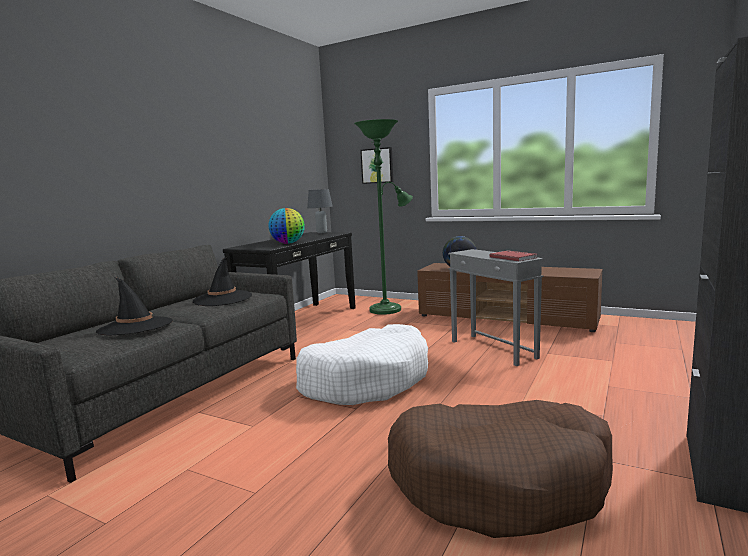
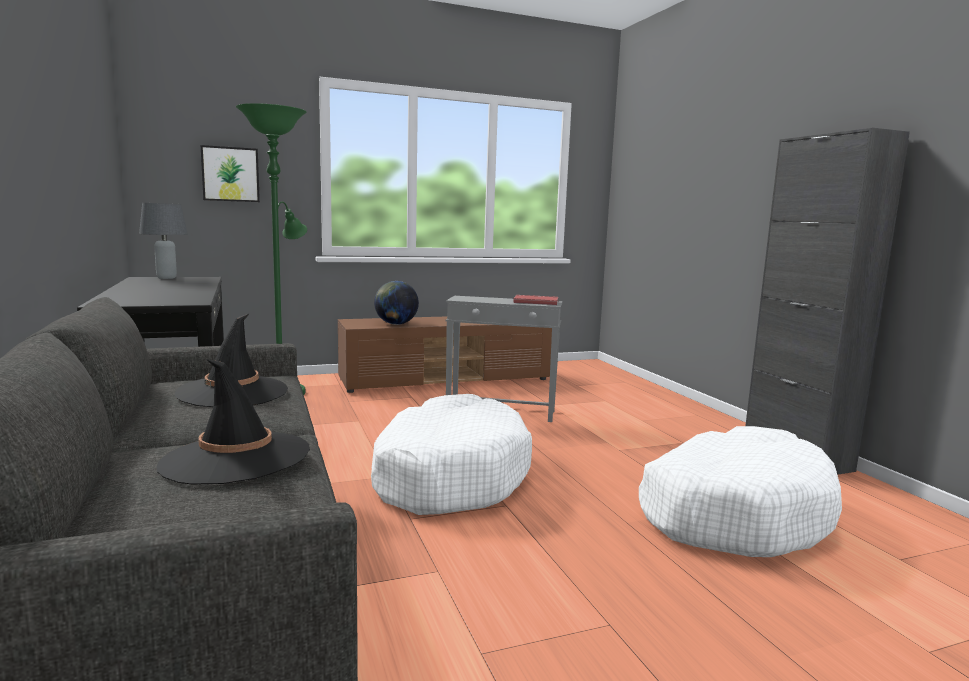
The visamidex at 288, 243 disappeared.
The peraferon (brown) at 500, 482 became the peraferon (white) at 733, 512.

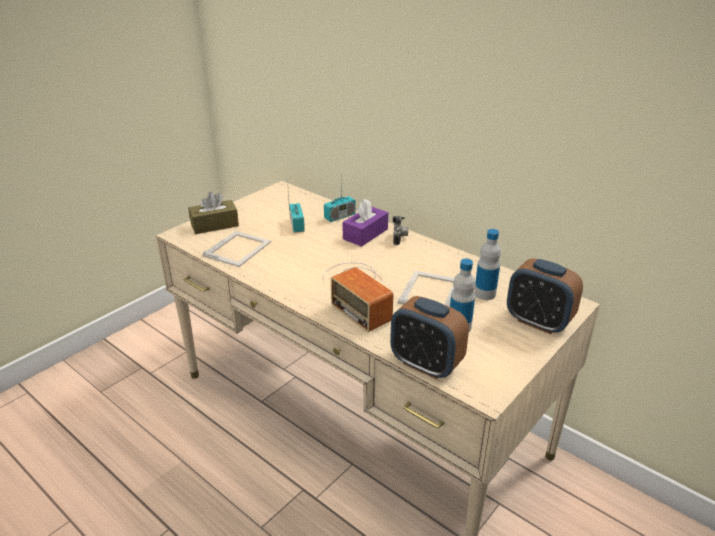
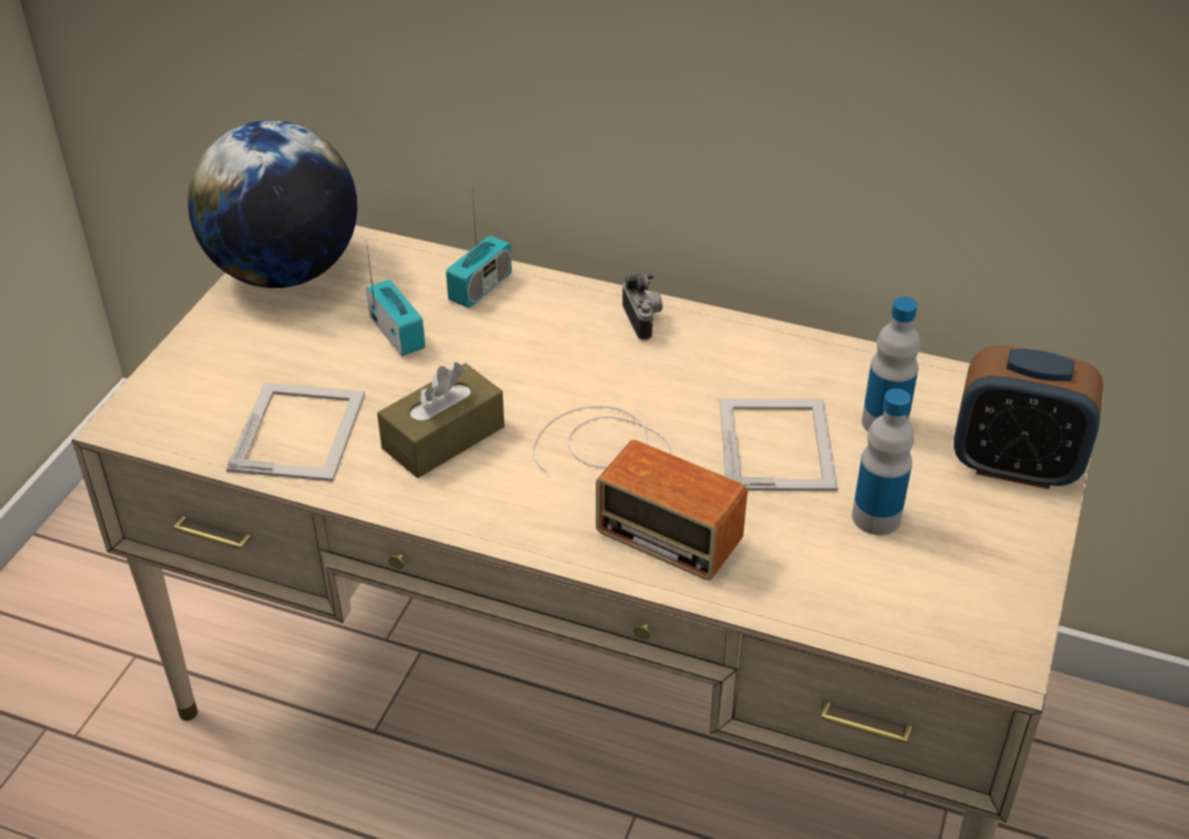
The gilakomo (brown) moved from 214, 225 to 443, 437.
The gilakomo (purple) at 365, 234 disappeared.
The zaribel at 426, 364 disappeared.
The visamidex at 284, 272 appeared.

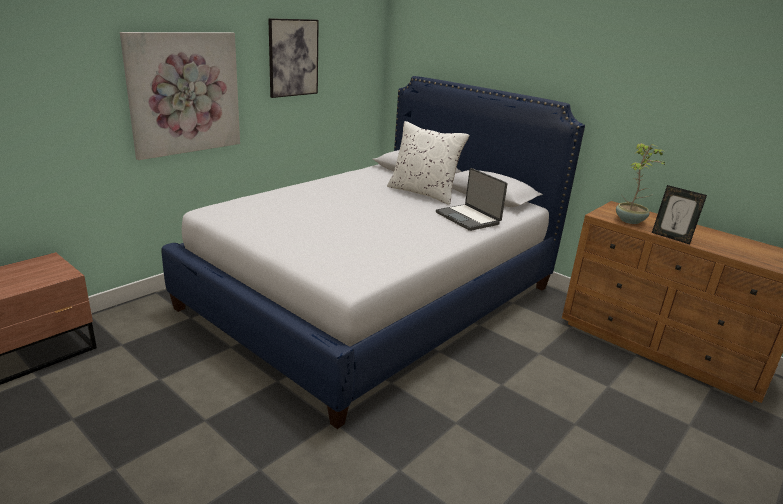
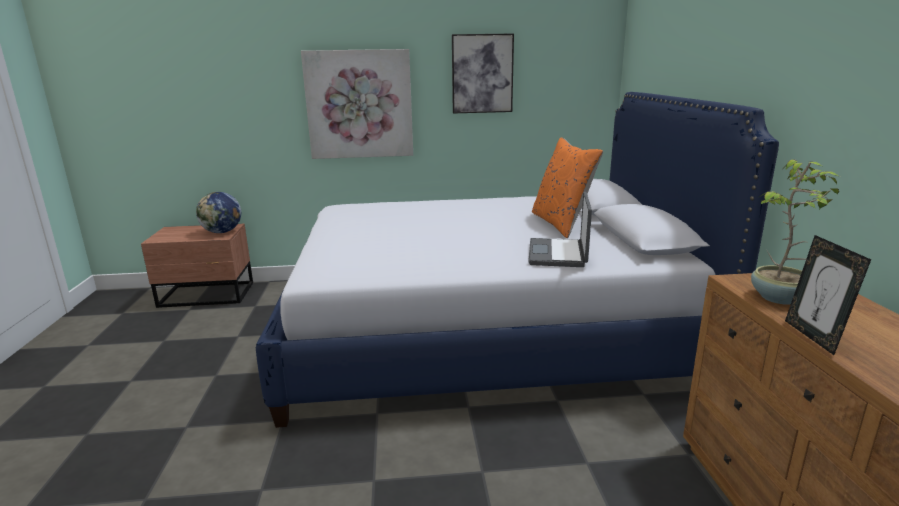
The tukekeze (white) at 423, 193 became the tukekeze (orange) at 561, 223.
The visamidex at 222, 232 appeared.

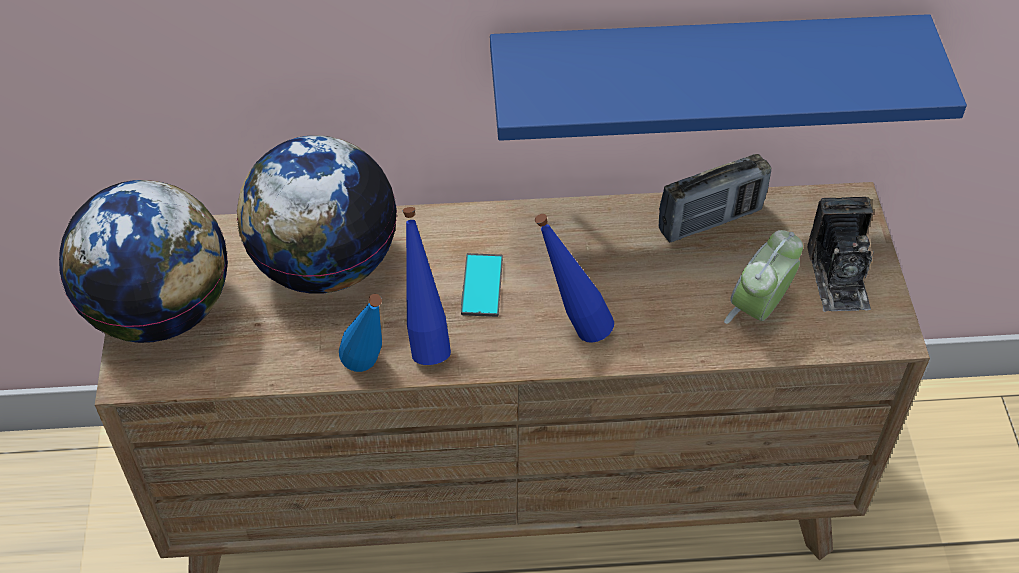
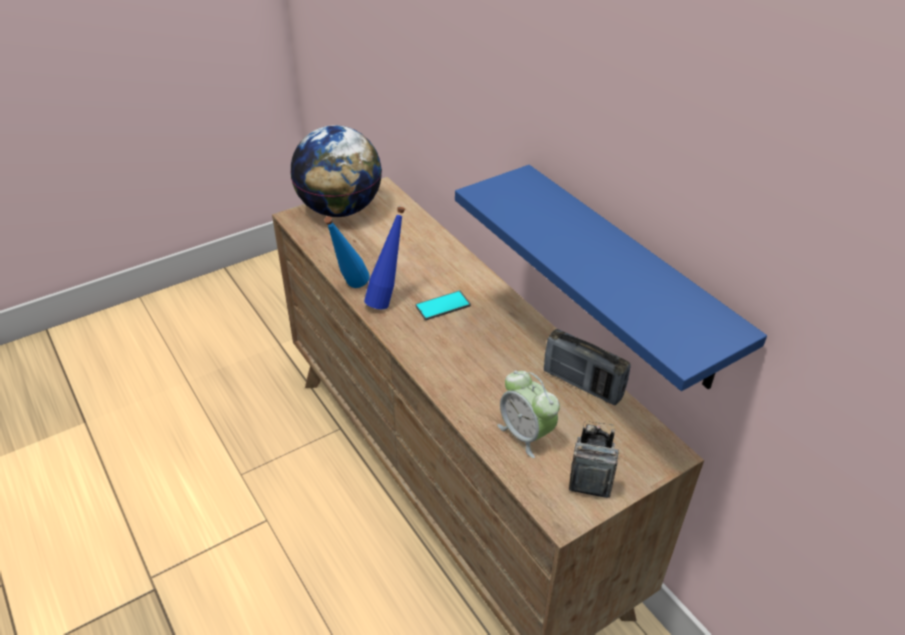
The visamidex at 324, 265 disappeared.
The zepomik at 838, 276 turned 135 degrees clockwise.
The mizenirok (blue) at 572, 327 disappeared.
The zaribel at 758, 309 turned 135 degrees counterclockwise.

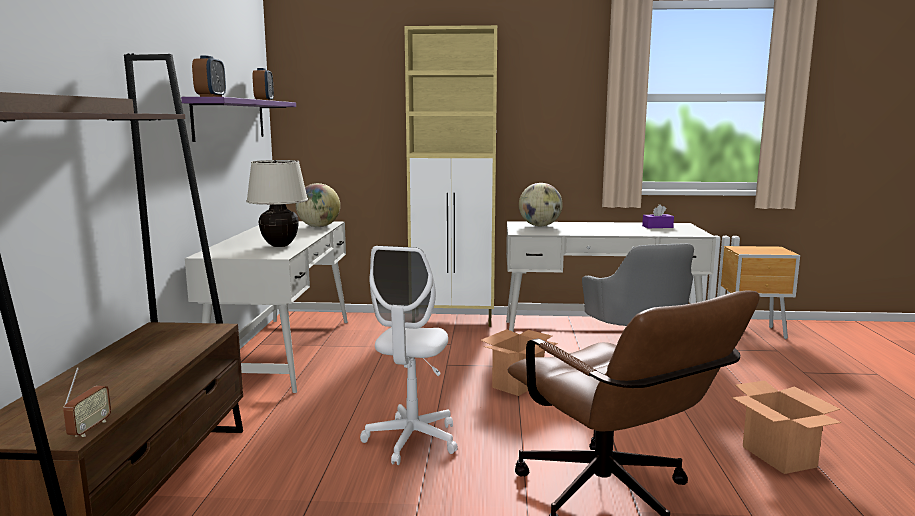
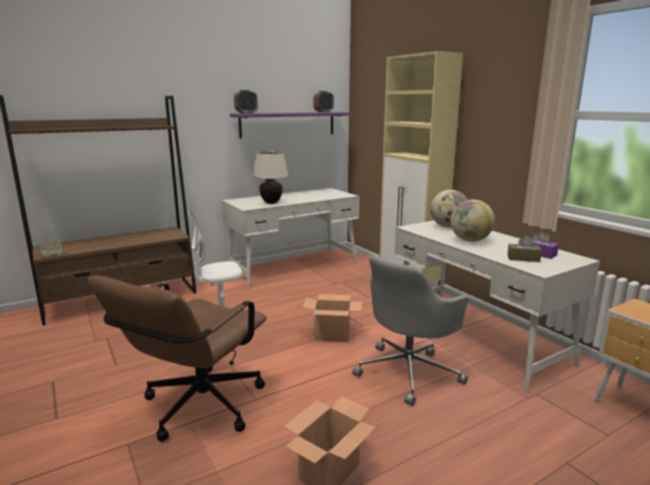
The visamidex moved from 318, 227 to 470, 240.
The gilakomo (brown) at 523, 258 appeared.

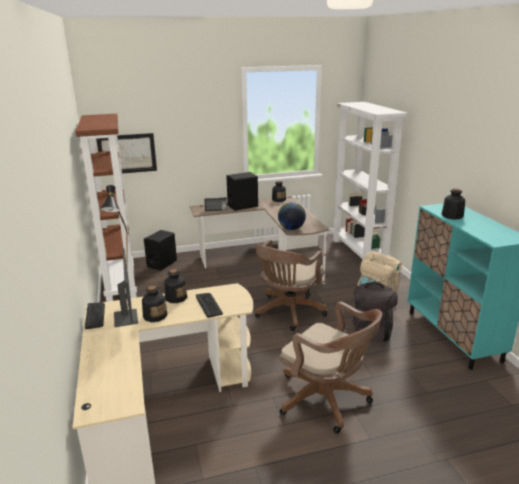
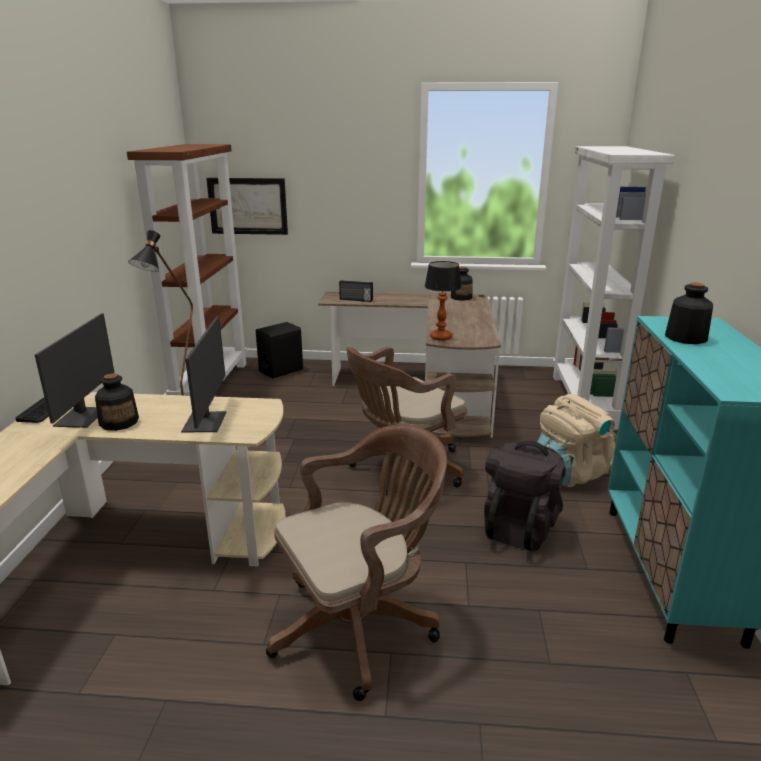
The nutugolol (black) at 243, 206 disappeared.
The visamidex at 291, 228 was replaced by the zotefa at 440, 337.
The mizenirok at 176, 298 disappeared.
The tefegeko at 209, 305 was replaced by the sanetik at 206, 422.
The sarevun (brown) at 327, 401 turned 90 degrees counterclockwise.

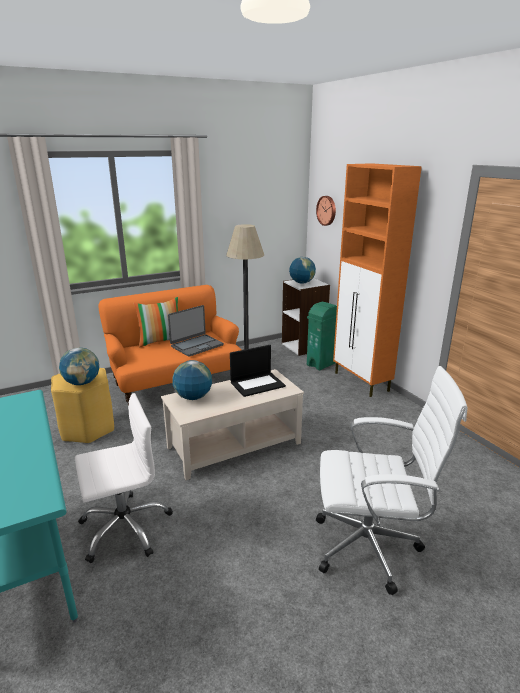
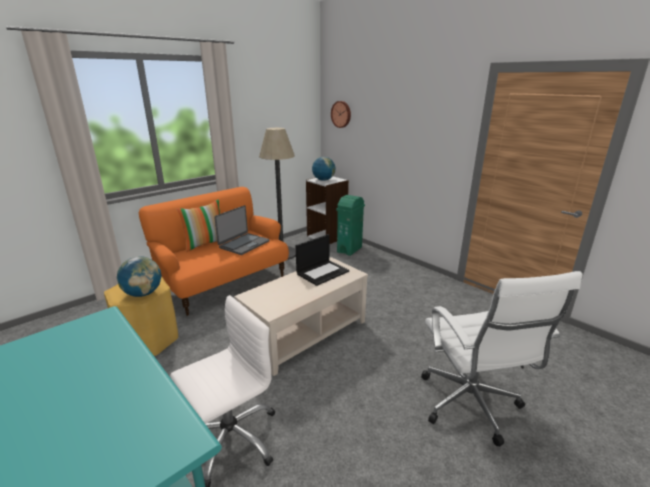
The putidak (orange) at 361, 382 disappeared.
The visamidex at 193, 397 disappeared.
The sarevun (white) at 371, 547 turned 90 degrees clockwise.

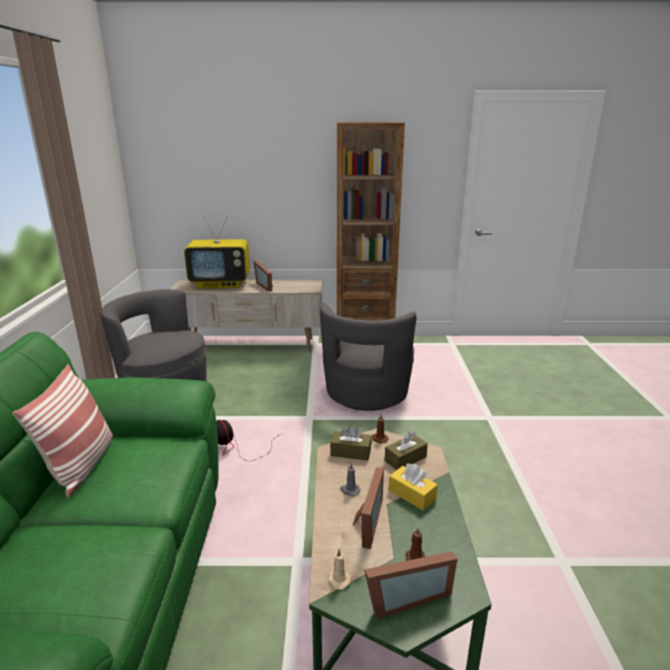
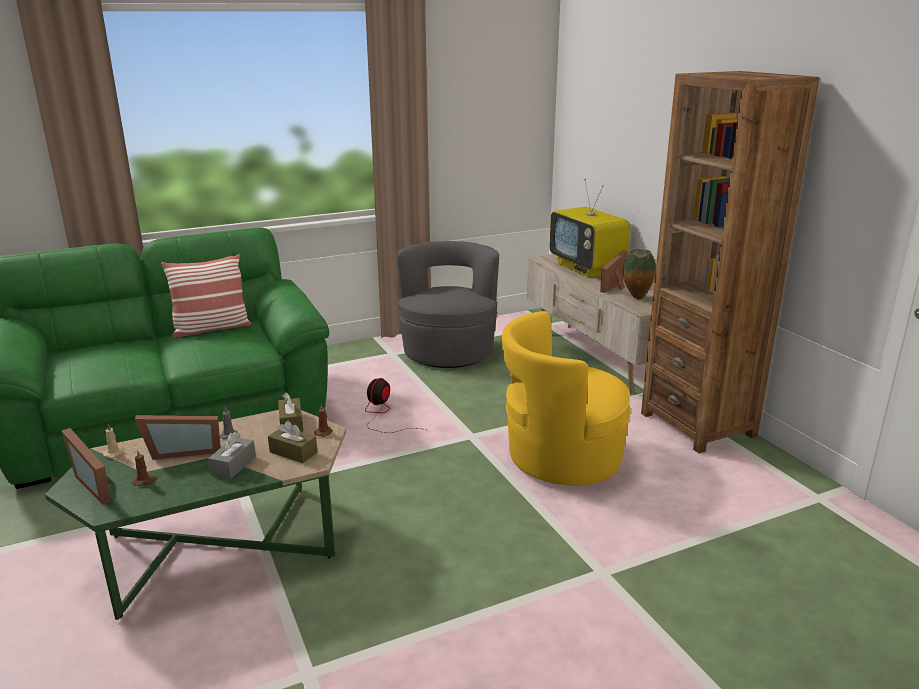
The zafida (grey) at 366, 394 became the zafida (yellow) at 561, 458.
The gilakomo (yellow) at 412, 495 became the gilakomo (grey) at 233, 465.
The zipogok at 637, 298 appeared.

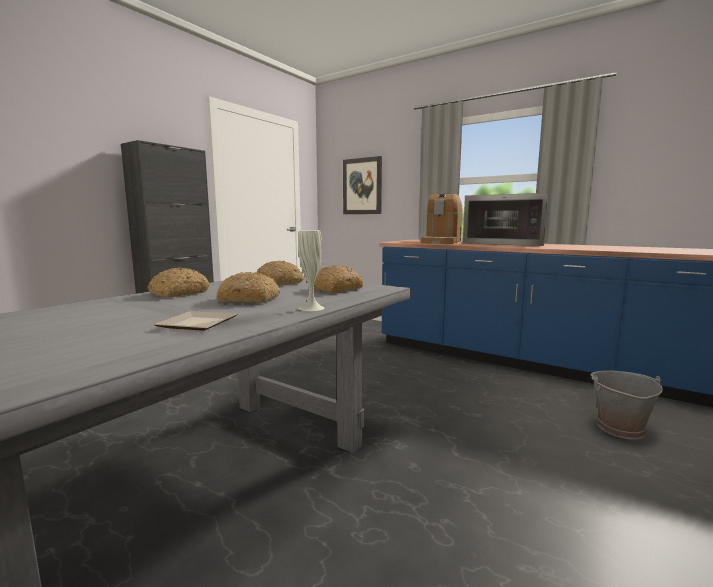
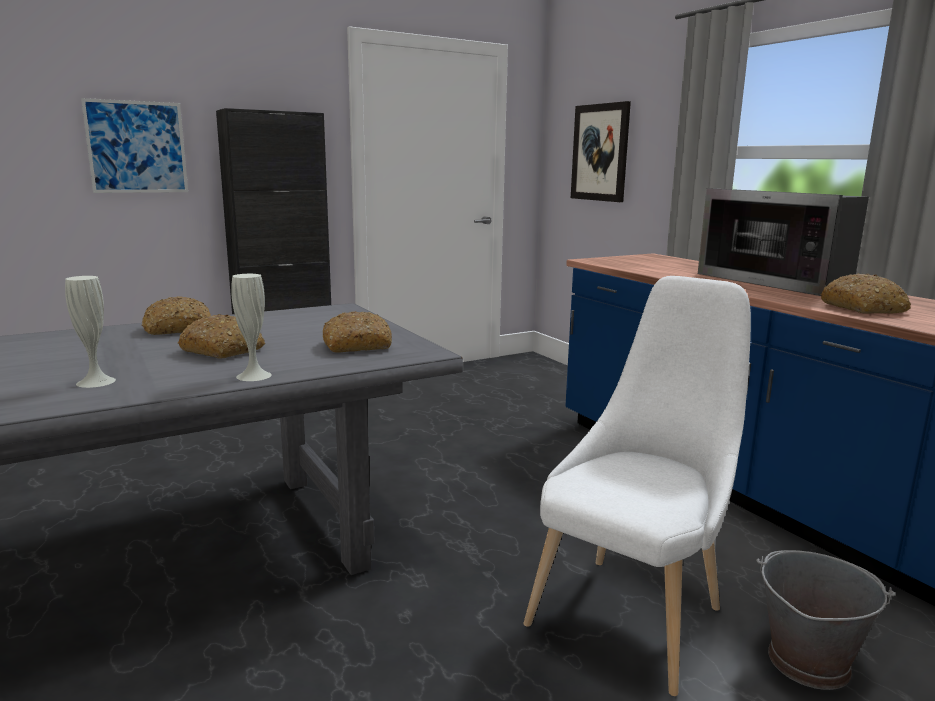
The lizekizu at 441, 242 disappeared.
The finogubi moved from 280, 282 to 864, 308.
The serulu at 195, 324 was replaced by the zipogok (white) at 96, 382.
The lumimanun at 137, 147 appeared.
The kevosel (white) at 633, 611 appeared.

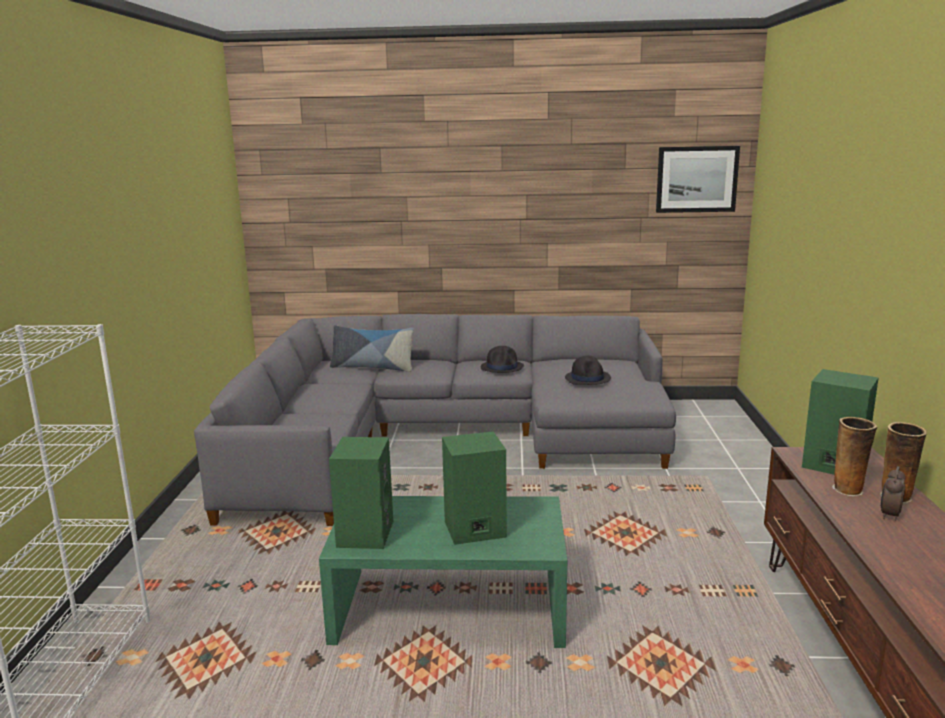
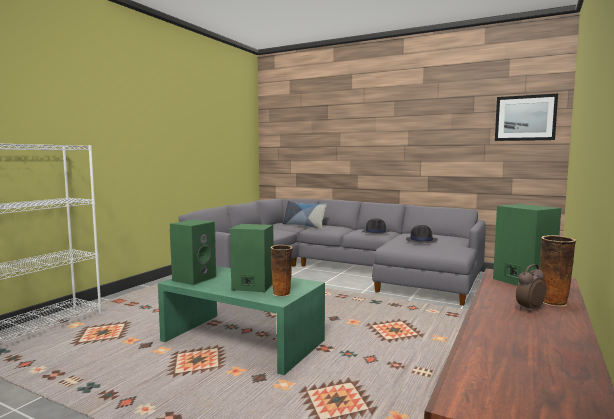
The zipogok moved from 849, 490 to 282, 293.

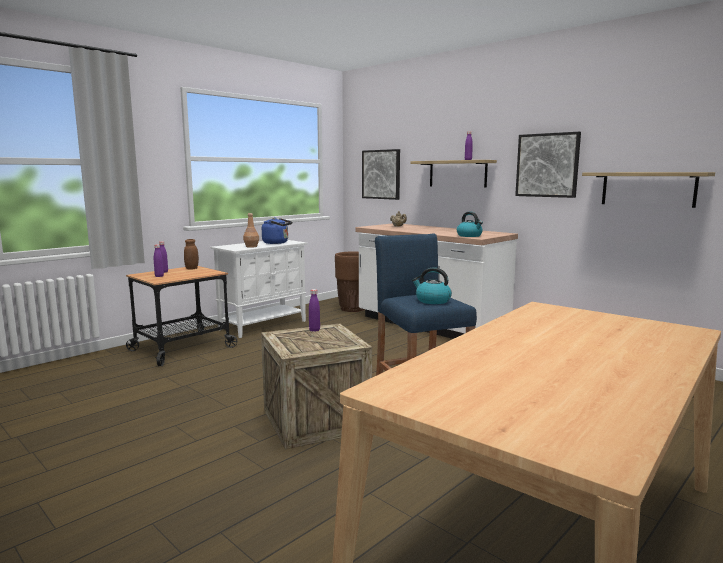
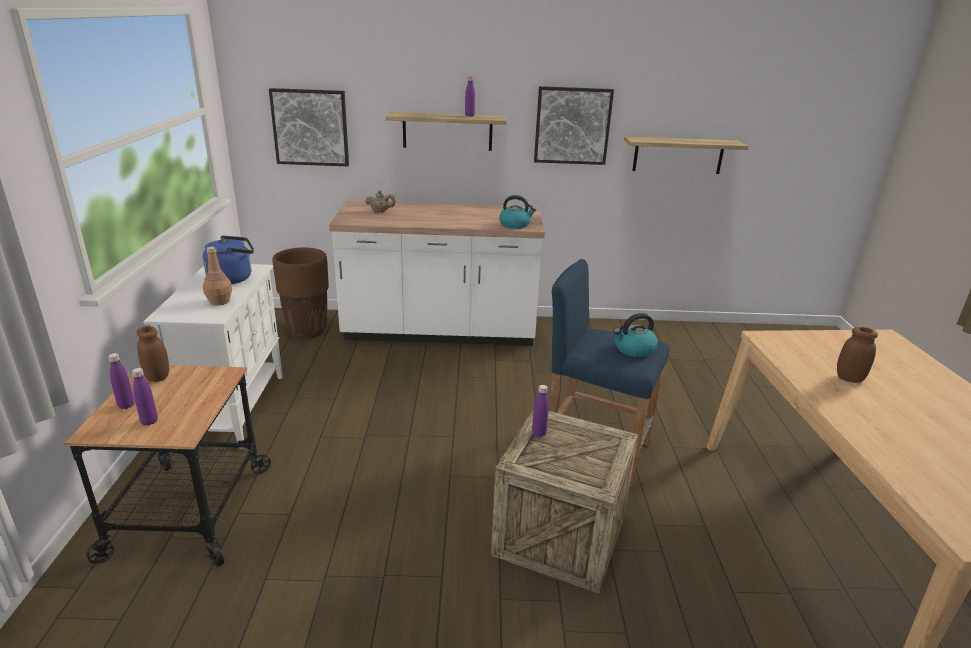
The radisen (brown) at 849, 378 appeared.

